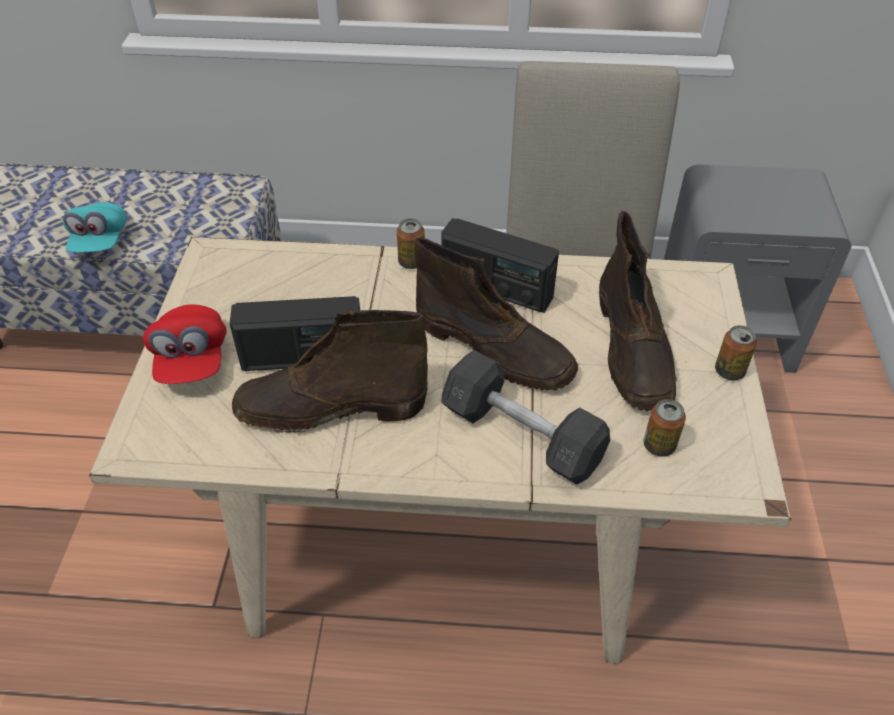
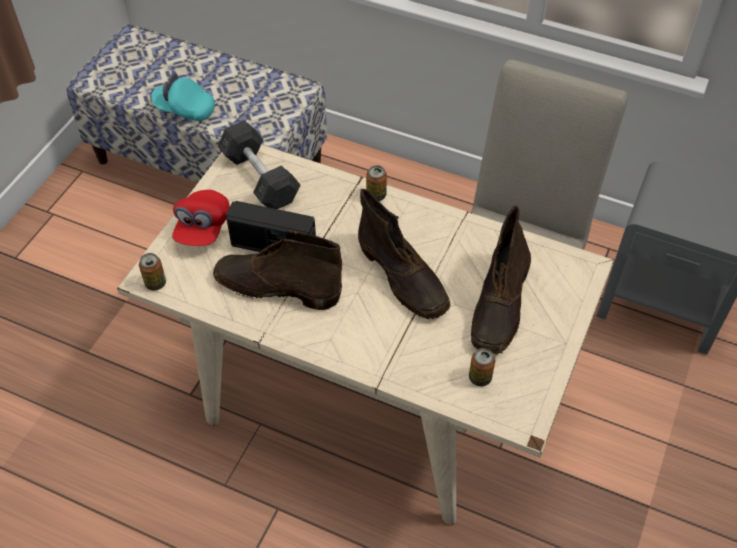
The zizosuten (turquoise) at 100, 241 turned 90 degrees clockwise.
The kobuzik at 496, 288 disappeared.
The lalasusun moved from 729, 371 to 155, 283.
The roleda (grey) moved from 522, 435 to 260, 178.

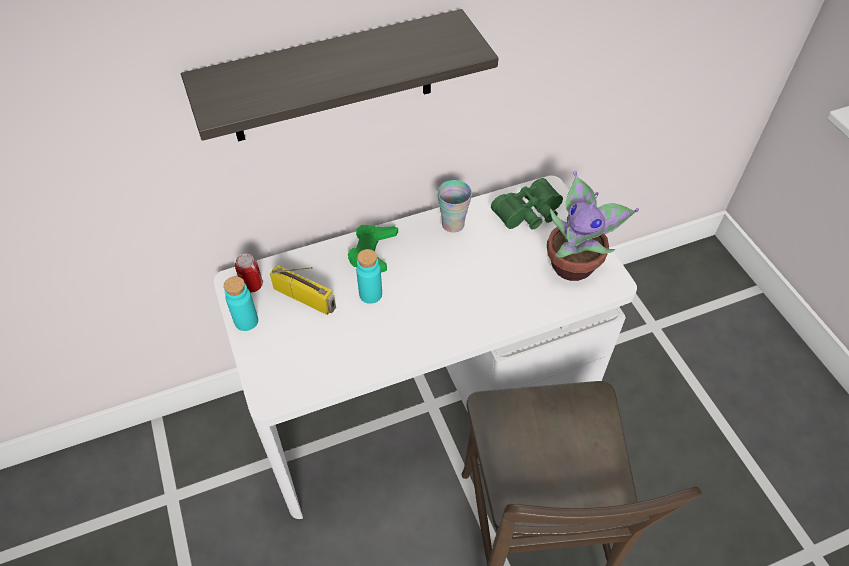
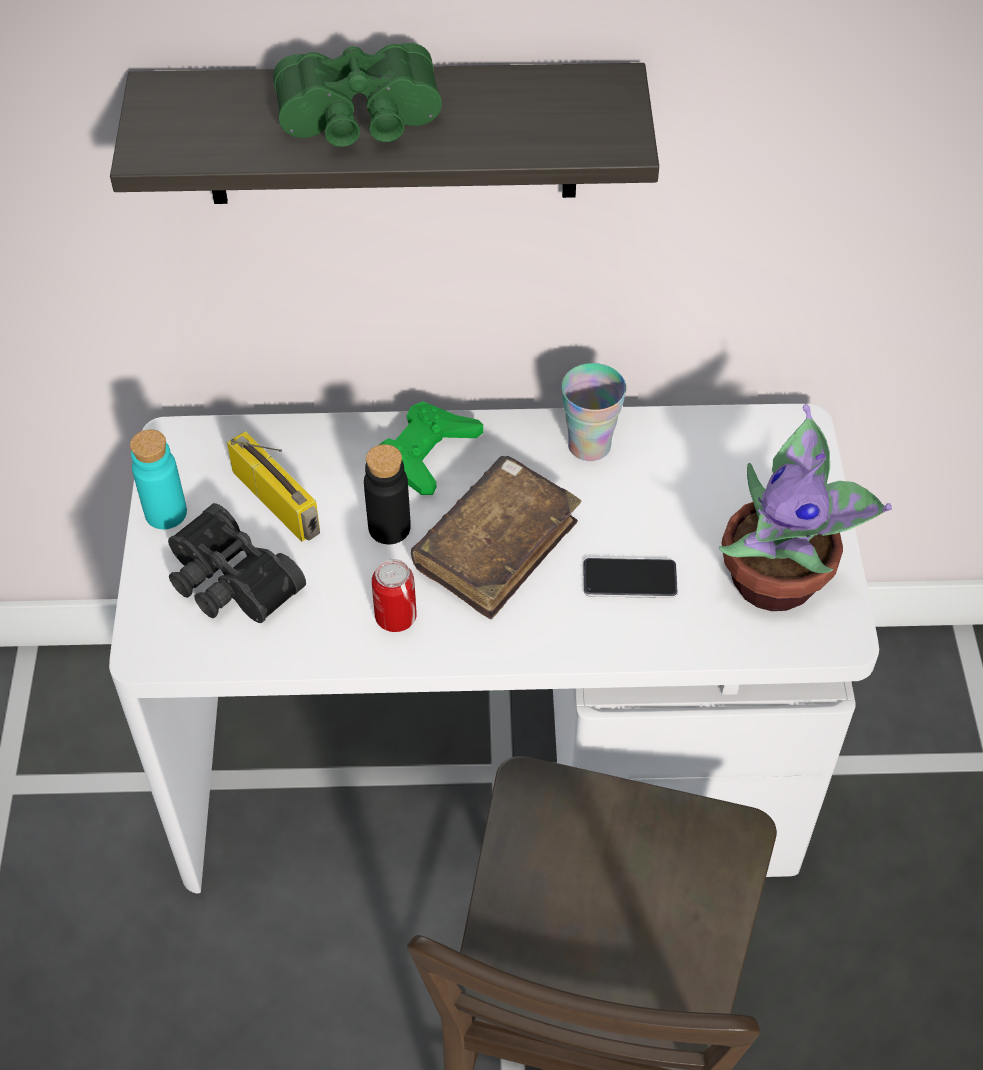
The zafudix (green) moved from 529, 214 to 360, 121.
The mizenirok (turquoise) at 370, 294 became the mizenirok (black) at 389, 528.
The lalasusun moved from 252, 285 to 395, 617.
The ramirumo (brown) at 496, 547 appeared.
The zafudix (black) at 228, 583 appeared.
The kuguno at 629, 579 appeared.

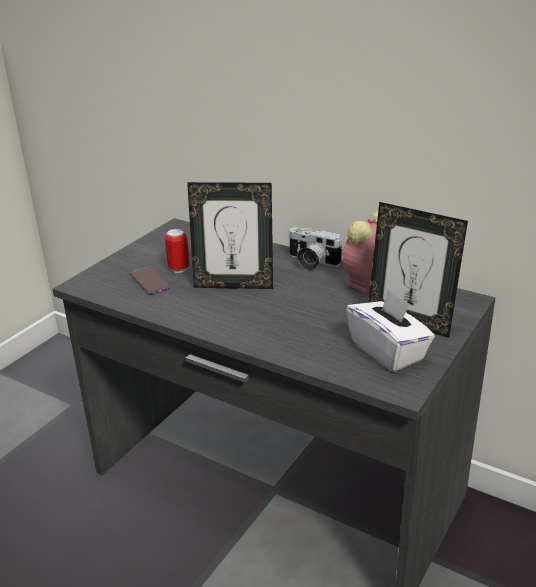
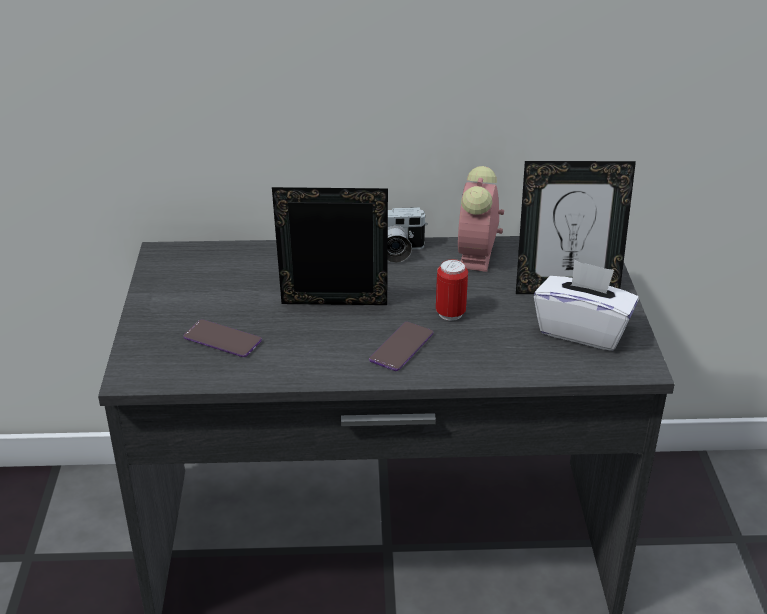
The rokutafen at 234, 285 turned 150 degrees counterclockwise.
The lalasusun moved from 179, 269 to 450, 313.
The kuguno at 401, 347 appeared.

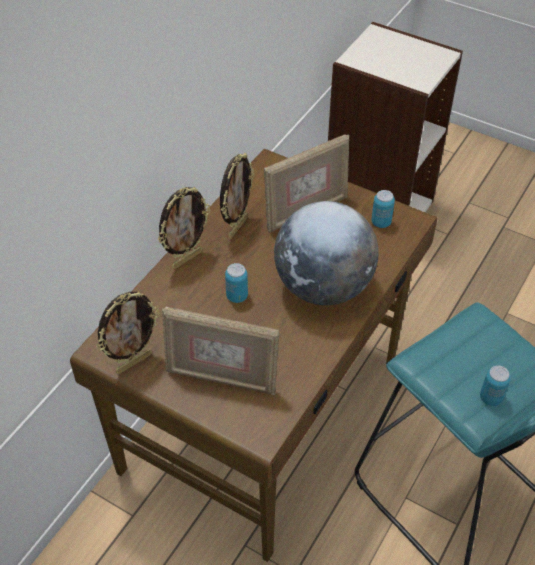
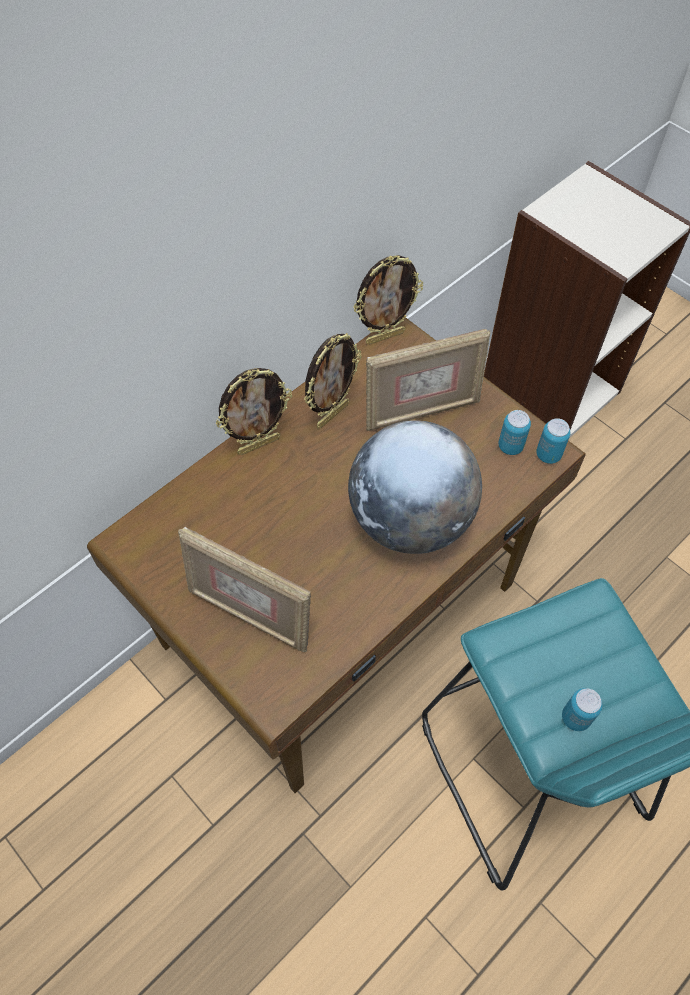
The lalasusun moved from 237, 296 to 548, 455.
The rokutafen moved from 134, 362 to 384, 336.

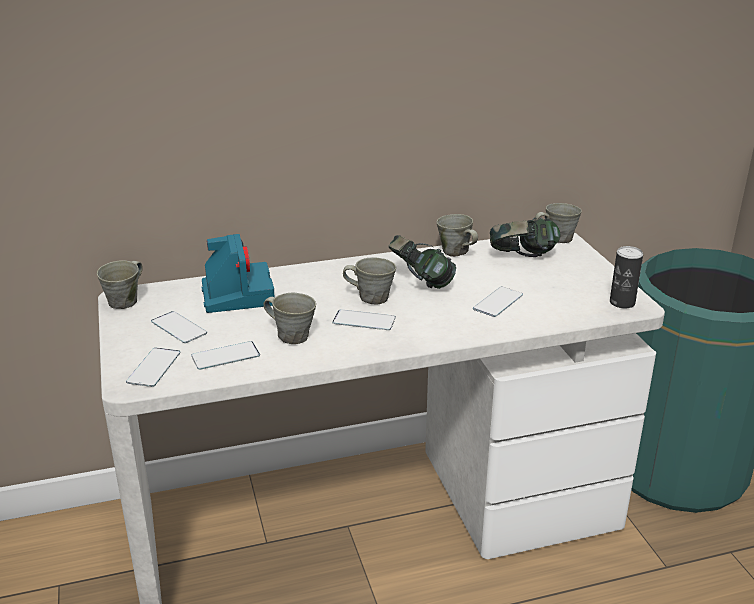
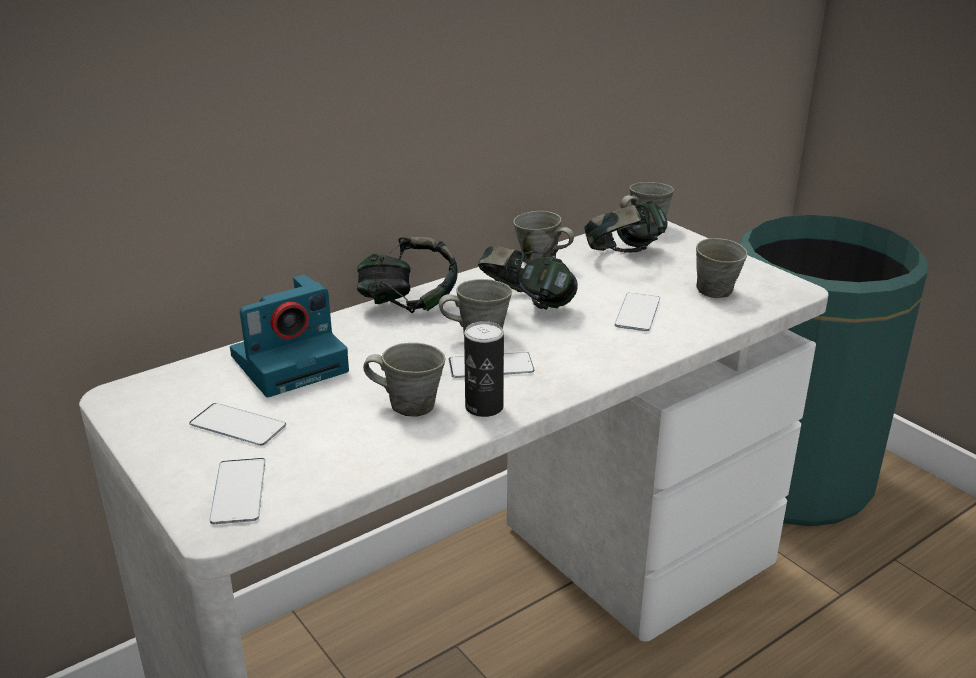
The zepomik at 237, 294 turned 90 degrees clockwise.
The lalasusun moved from 622, 303 to 484, 407.
The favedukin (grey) moved from 125, 301 to 715, 289.
The kuguno at 225, 356 disappeared.
The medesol at 408, 304 appeared.

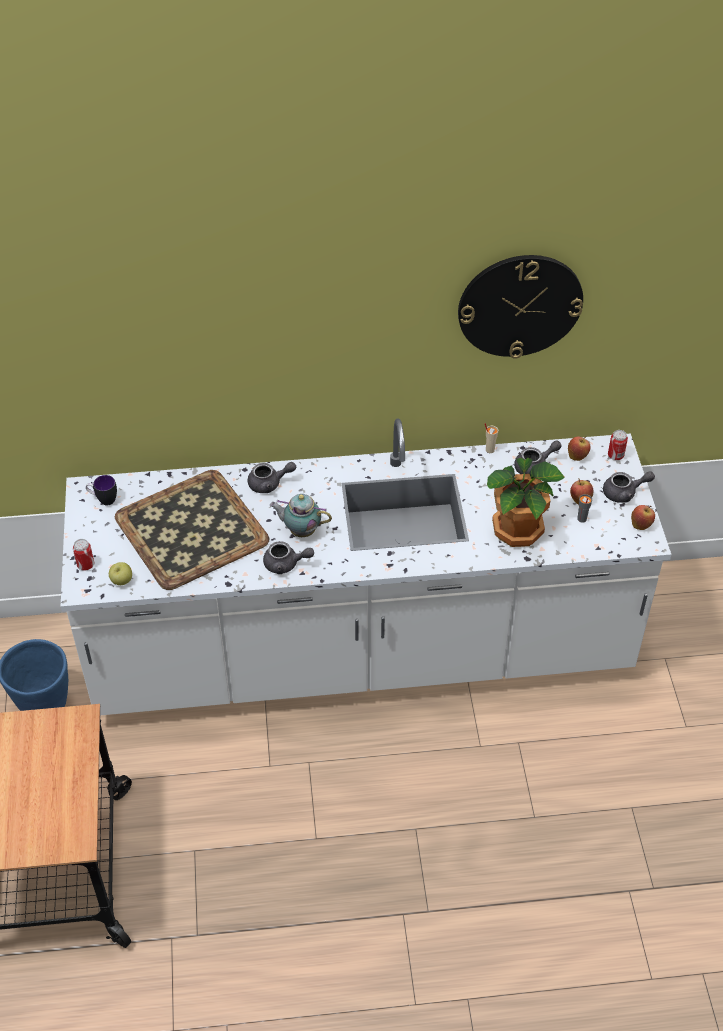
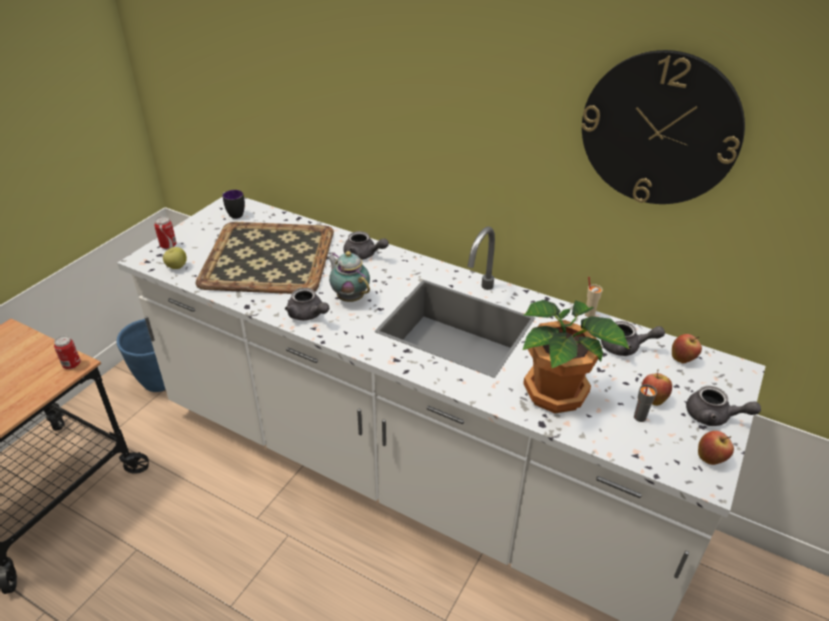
The lalasusun moved from 615, 456 to 71, 364.

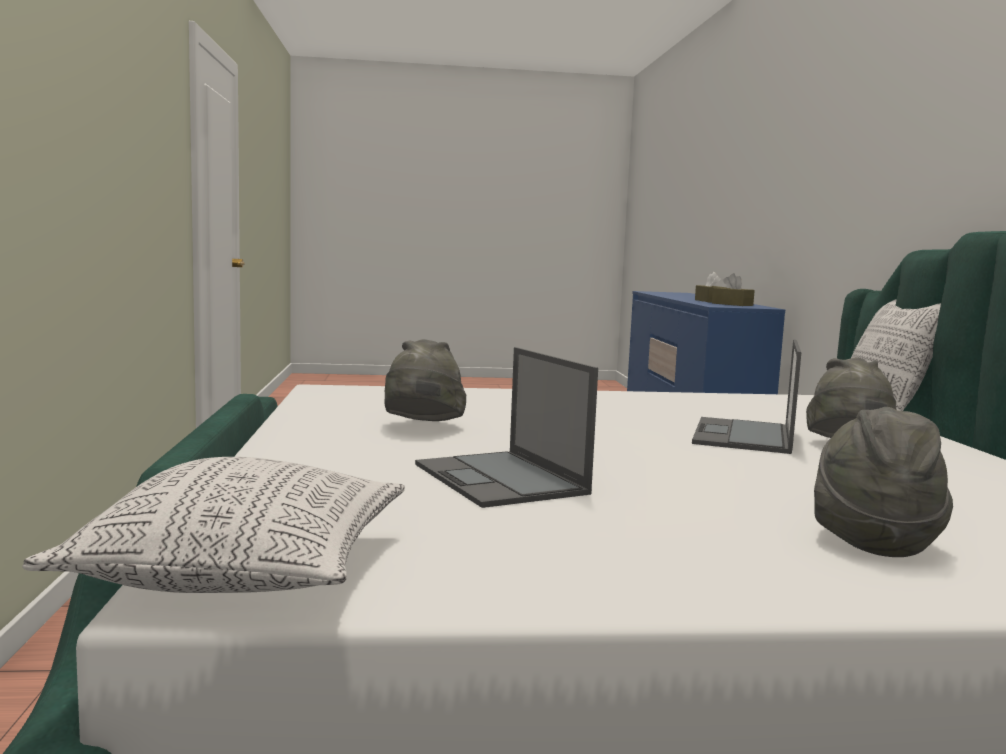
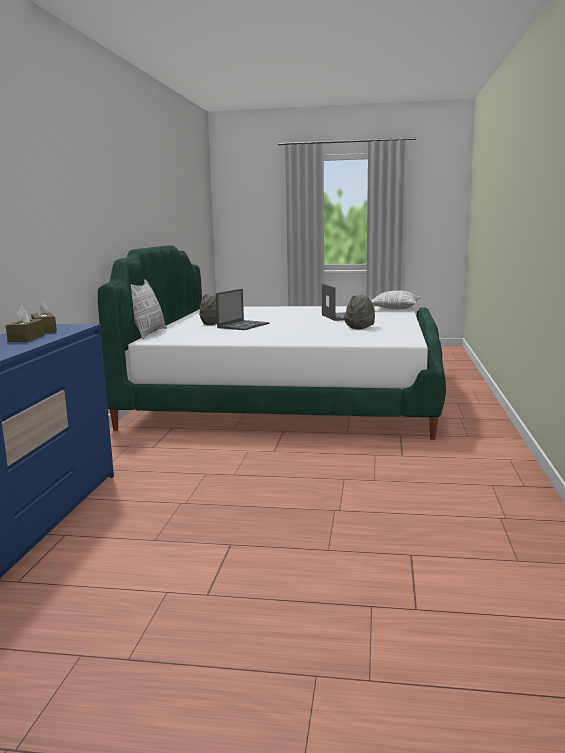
The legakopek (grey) at 872, 539 disappeared.

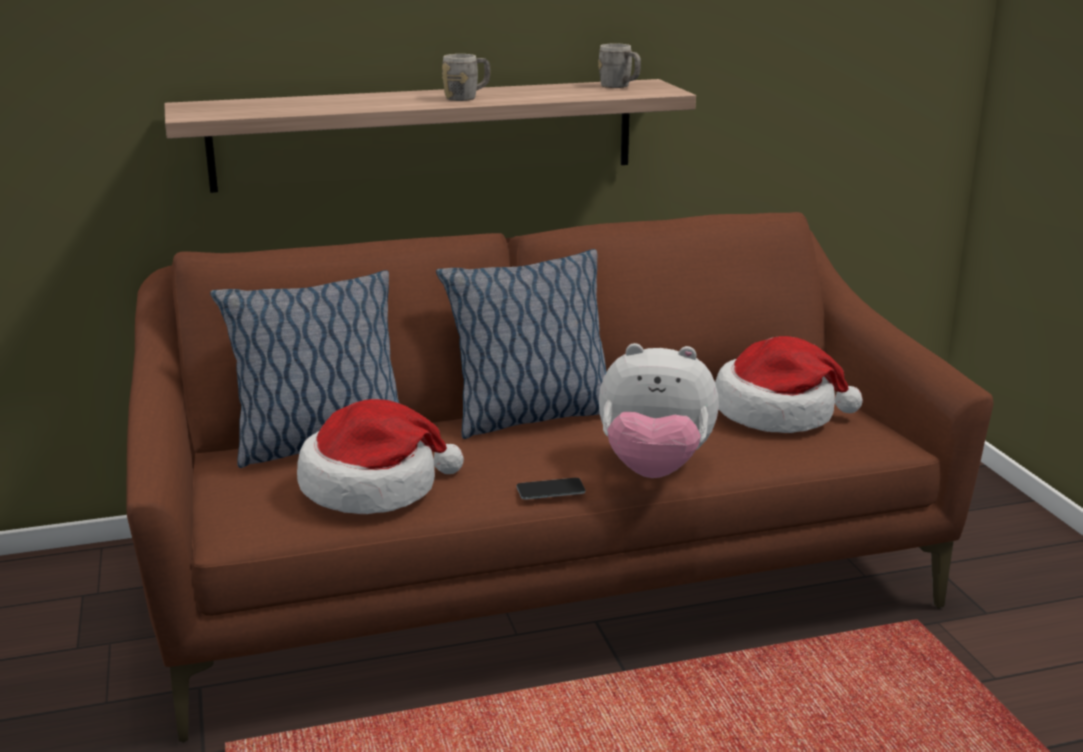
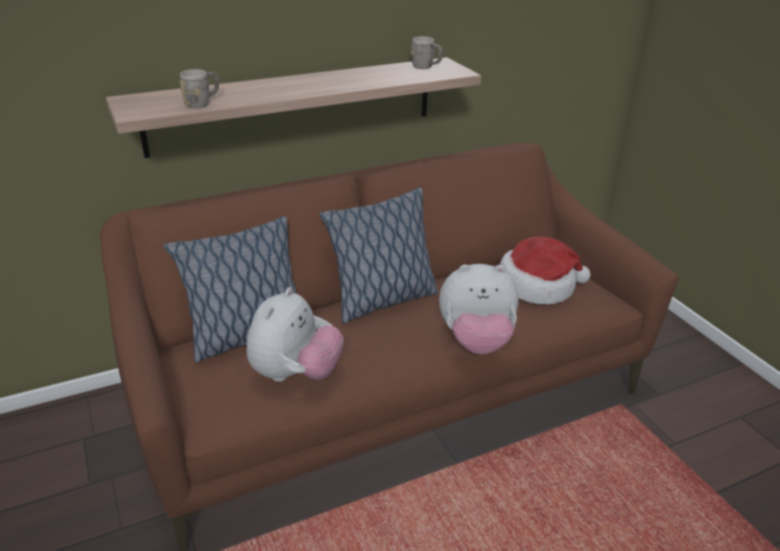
The favedukin (grey) moved from 467, 97 to 202, 103.
The legakopek at 373, 486 was replaced by the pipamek at 295, 374.
The kuguno at 550, 489 disappeared.

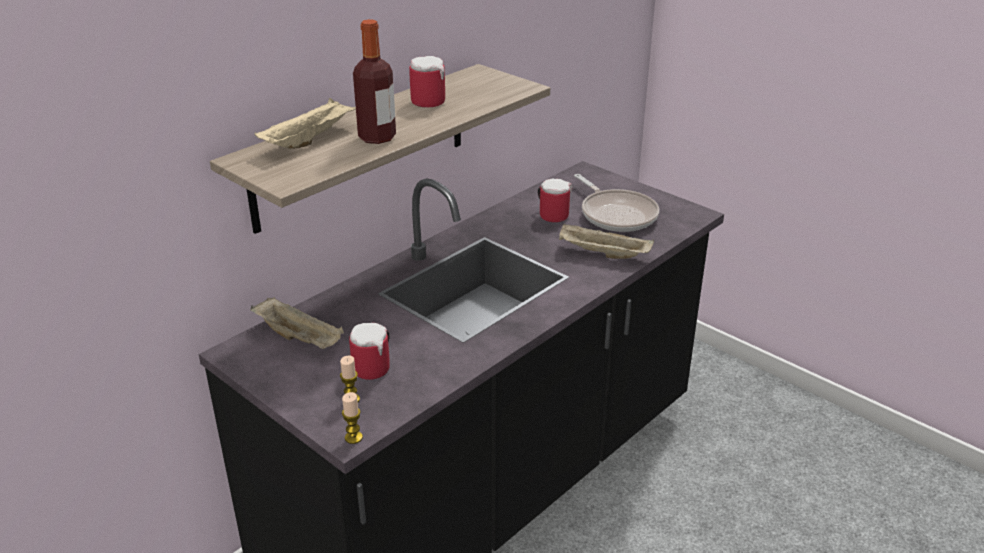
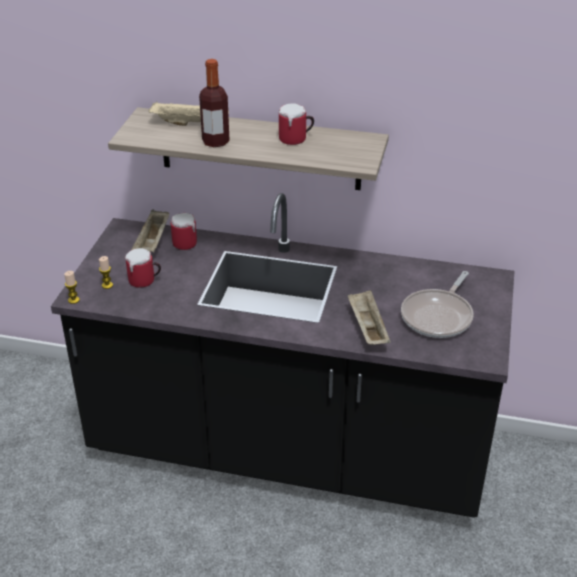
The favedukin moved from 552, 214 to 187, 242.

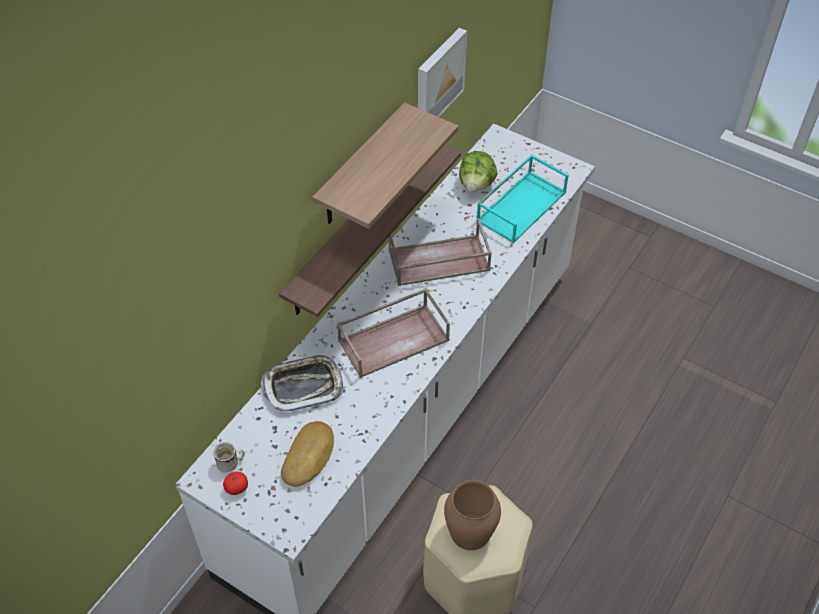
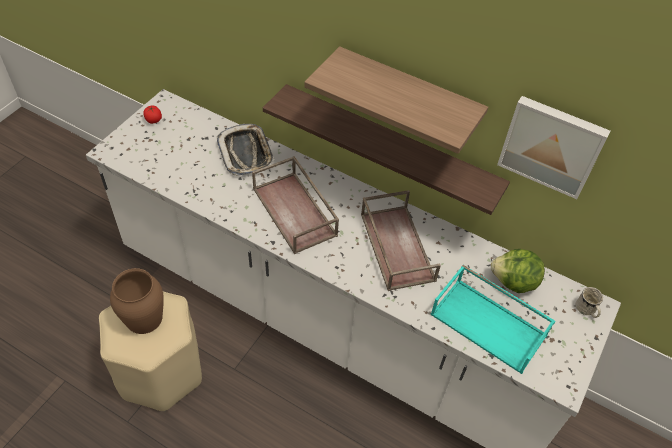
The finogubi at 309, 457 disappeared.
The favedukin (white) moved from 231, 463 to 586, 310.

